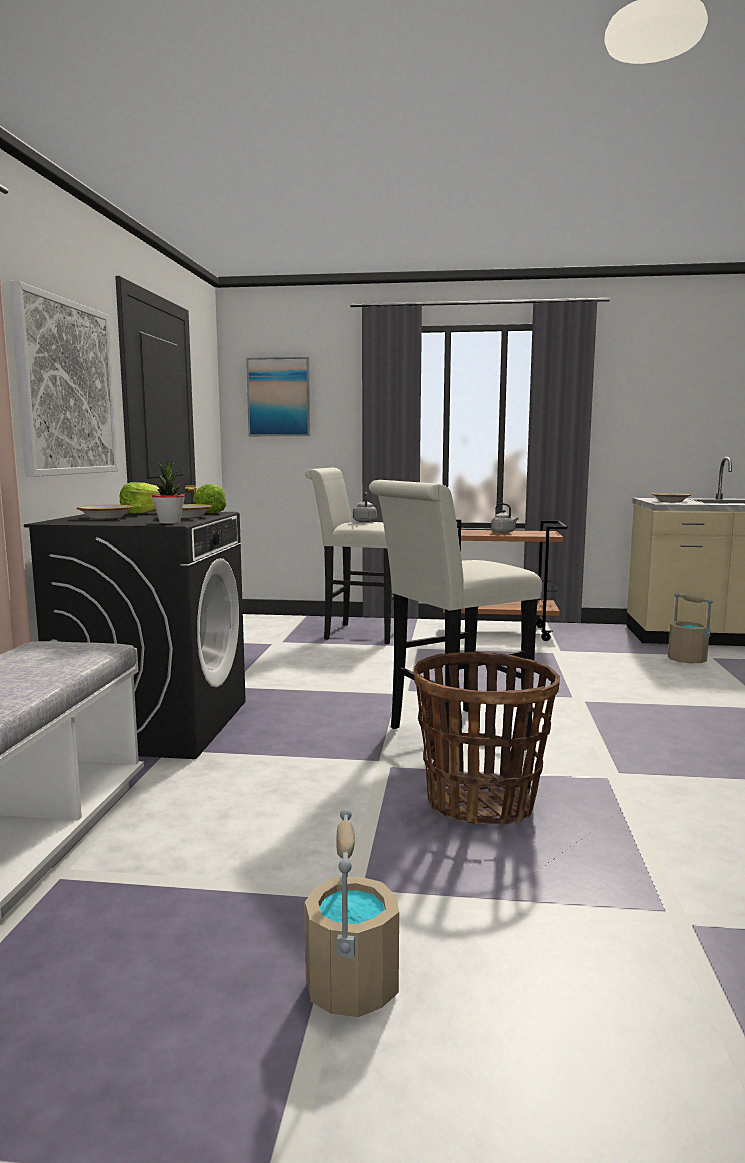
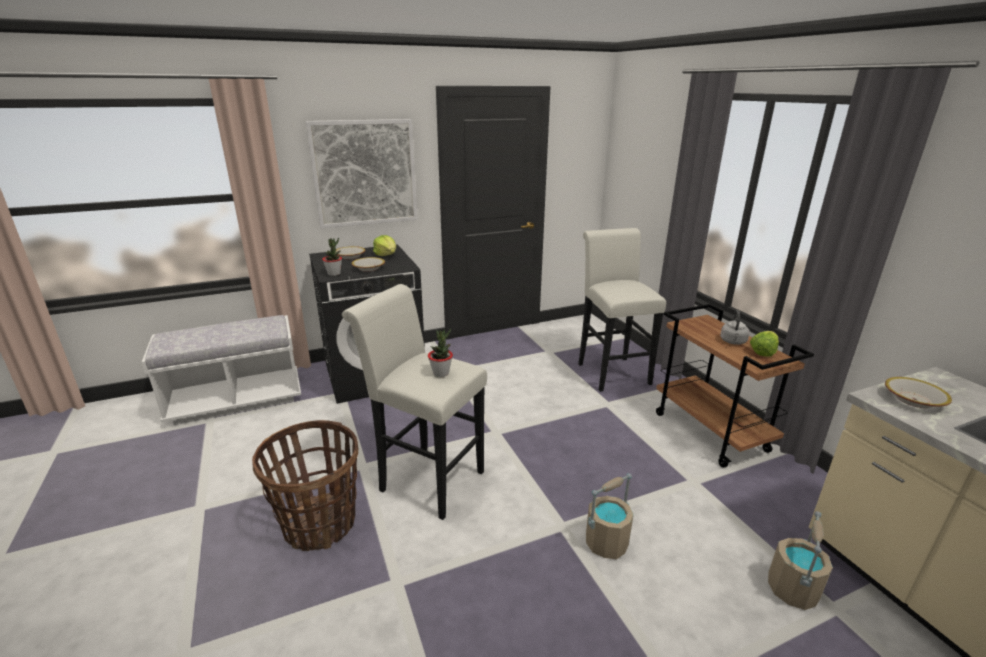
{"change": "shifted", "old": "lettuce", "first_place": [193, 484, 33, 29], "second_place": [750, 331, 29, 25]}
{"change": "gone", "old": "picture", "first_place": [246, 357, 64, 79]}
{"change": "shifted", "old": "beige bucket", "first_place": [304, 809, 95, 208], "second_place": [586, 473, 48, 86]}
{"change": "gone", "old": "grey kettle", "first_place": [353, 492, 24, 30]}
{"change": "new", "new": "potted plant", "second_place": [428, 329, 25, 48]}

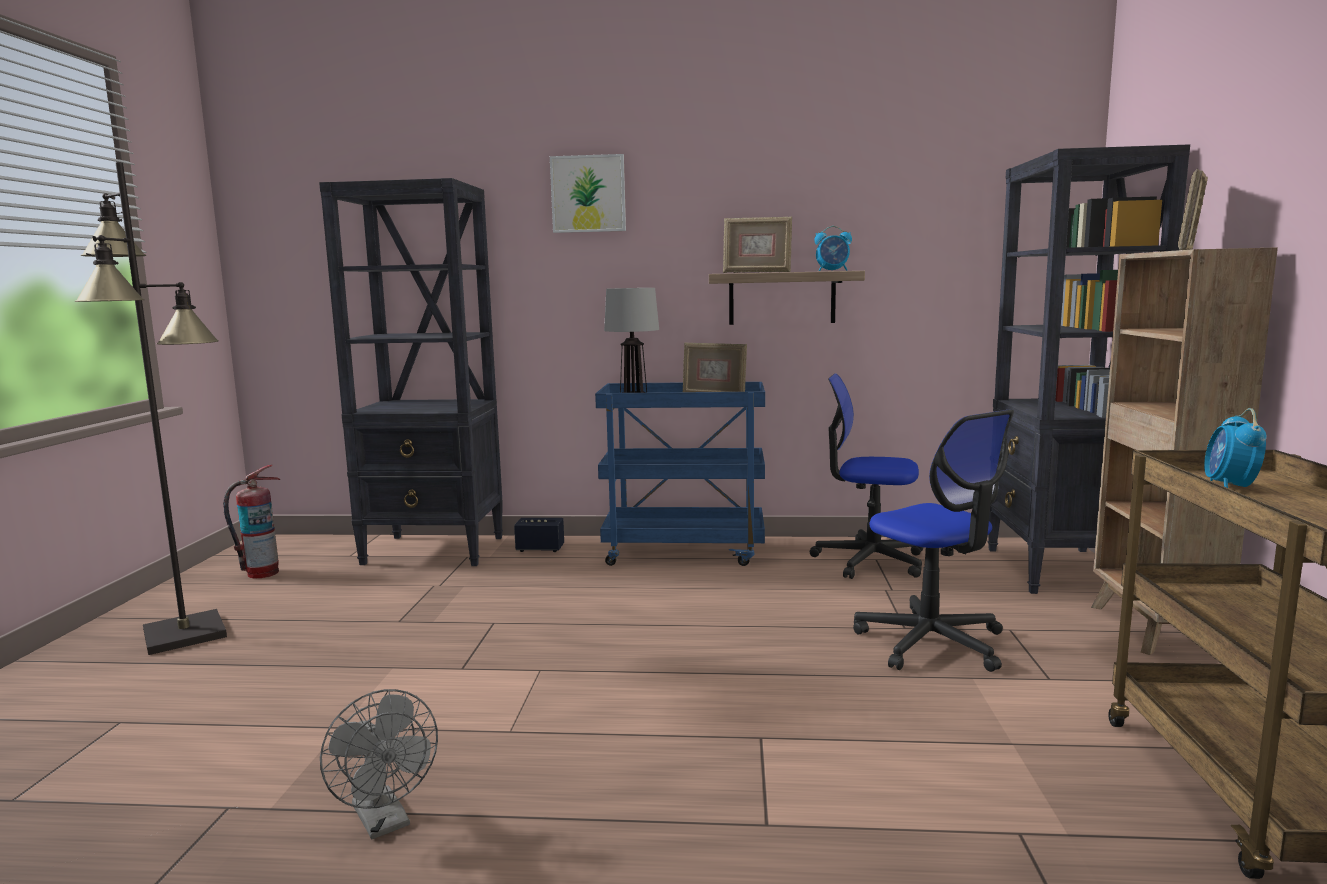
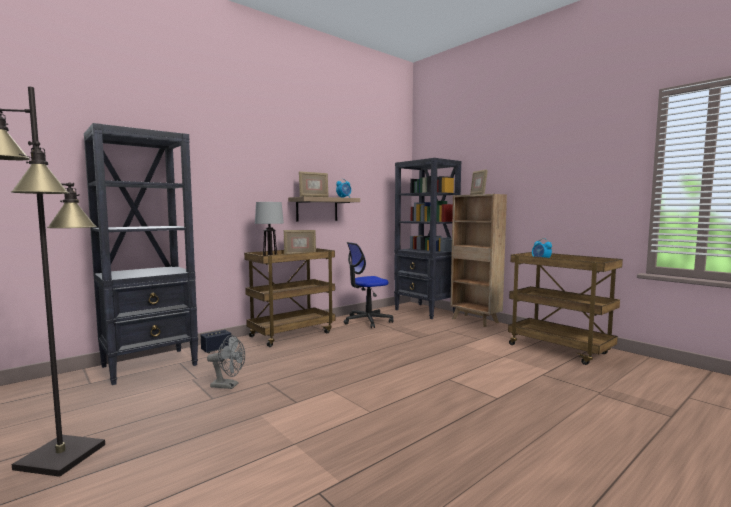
{"change": "gone", "old": "fire extinguisher", "first_place": [223, 465, 57, 113]}
{"change": "shifted", "old": "grey fan", "first_place": [320, 689, 118, 150], "second_place": [207, 335, 38, 54]}
{"change": "gone", "old": "picture", "first_place": [550, 154, 76, 79]}
{"change": "repainted", "old": "blue cart", "new": "brown cart", "first_place": [595, 382, 170, 184], "second_place": [244, 248, 91, 99]}
{"change": "gone", "old": "office chair", "first_place": [853, 410, 161, 262]}

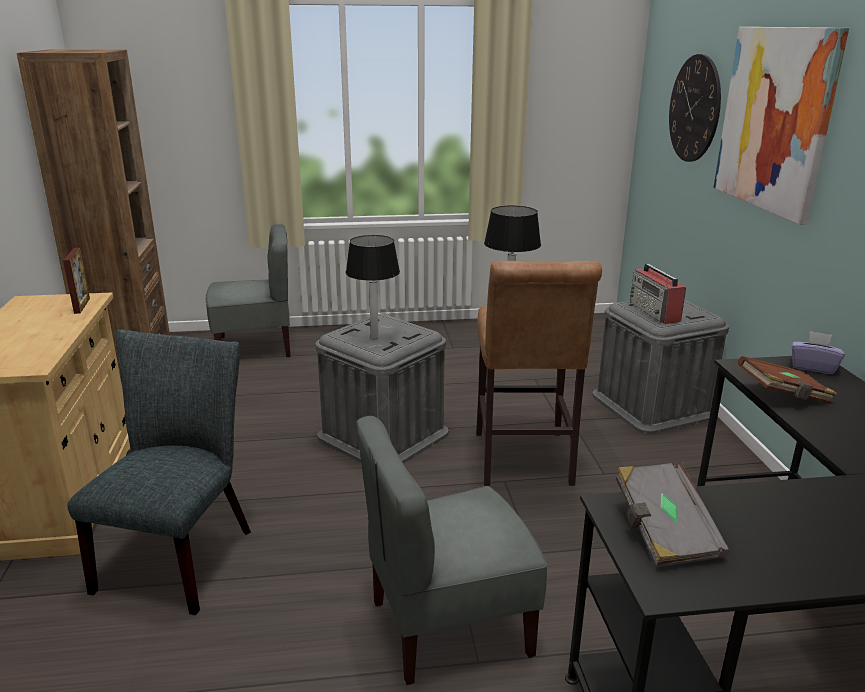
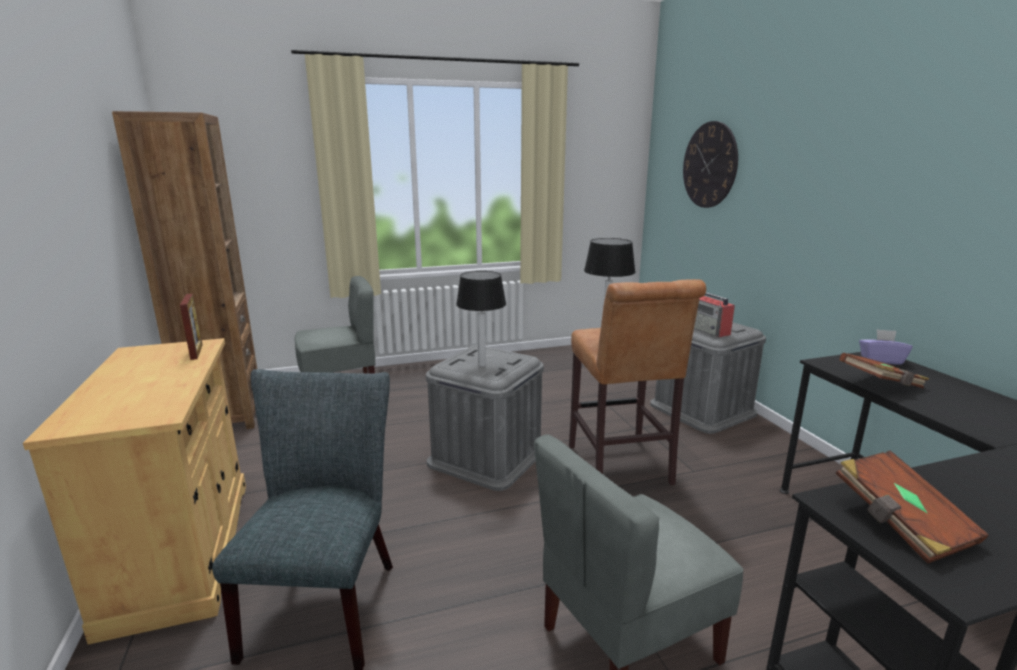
{"change": "repainted", "old": "grey book", "new": "brown book", "first_place": [615, 462, 115, 106], "second_place": [836, 450, 153, 114]}
{"change": "gone", "old": "picture", "first_place": [714, 27, 135, 198]}

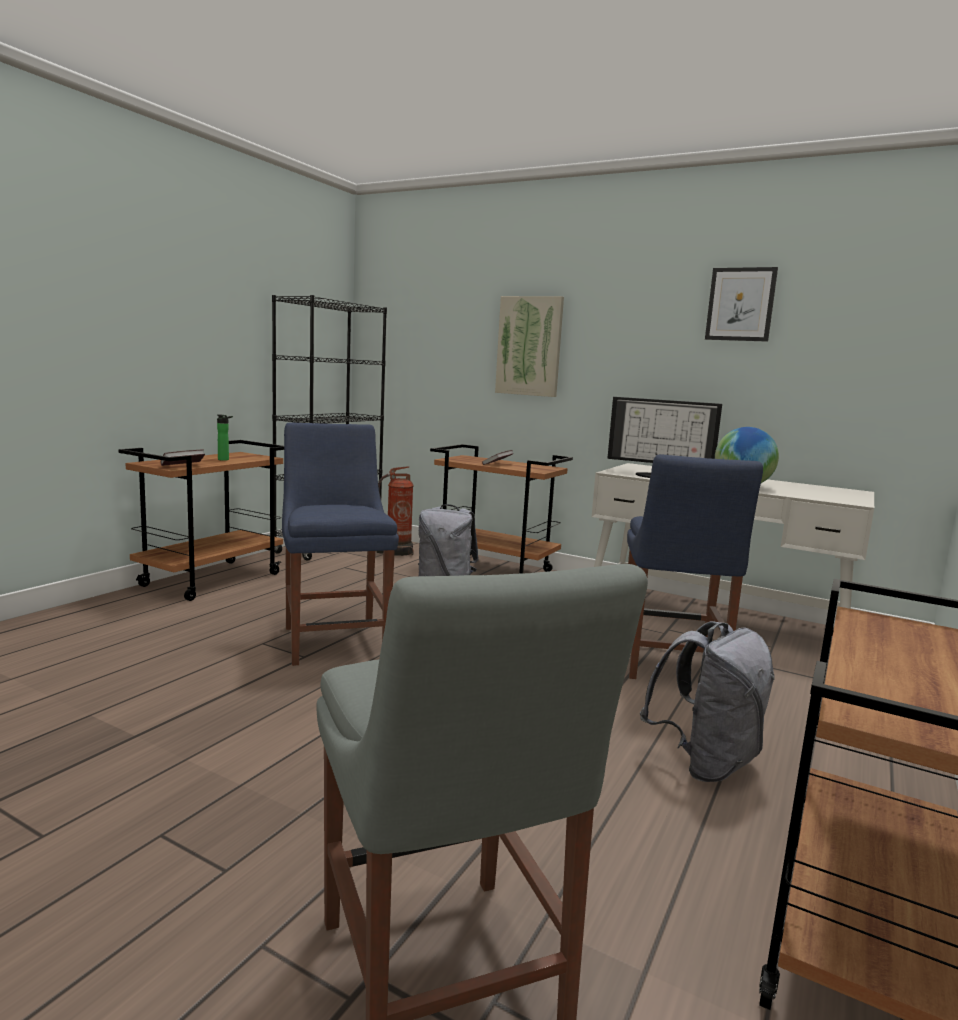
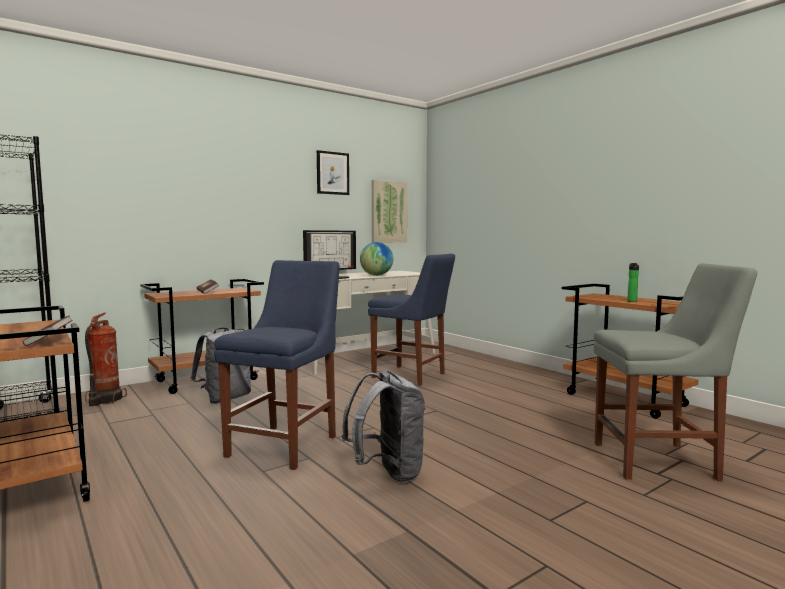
{"change": "shifted", "old": "bottle", "first_place": [217, 415, 16, 46], "second_place": [627, 263, 12, 39]}
{"change": "rotated", "old": "blue chair", "first_place": [282, 422, 117, 244], "second_place": [214, 260, 126, 210], "degrees": 105}
{"change": "shifted", "old": "picture", "first_place": [495, 296, 69, 101], "second_place": [372, 180, 36, 63]}
{"change": "shifted", "old": "grey backpack", "first_place": [640, 621, 135, 161], "second_place": [342, 370, 83, 113]}

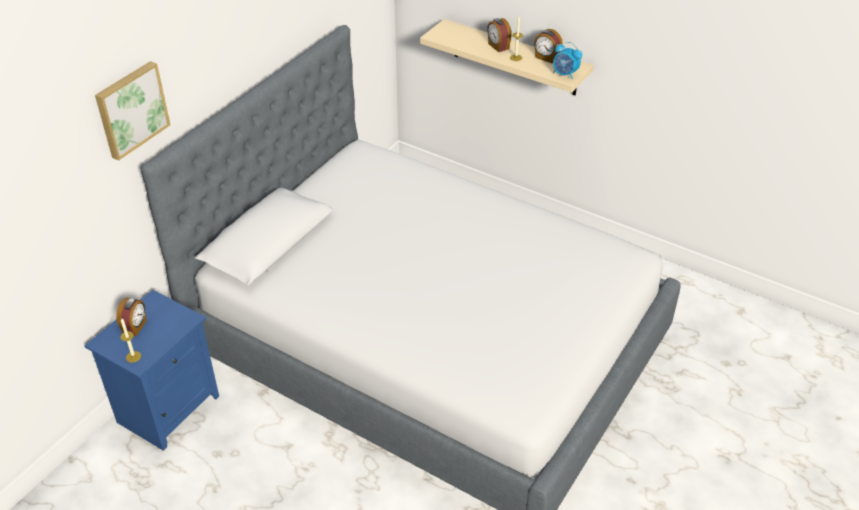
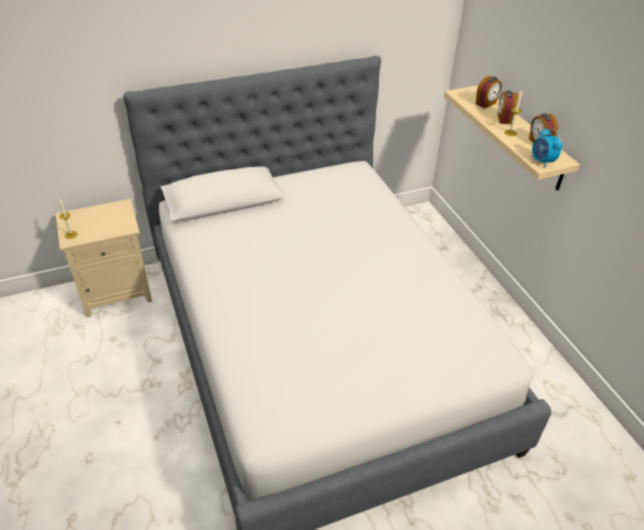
{"change": "repainted", "old": "blue nightstand", "new": "beige nightstand", "first_place": [84, 290, 135, 161], "second_place": [56, 199, 96, 118]}
{"change": "gone", "old": "picture", "first_place": [95, 61, 75, 100]}
{"change": "shifted", "old": "alarm clock", "first_place": [116, 298, 31, 38], "second_place": [476, 76, 26, 33]}

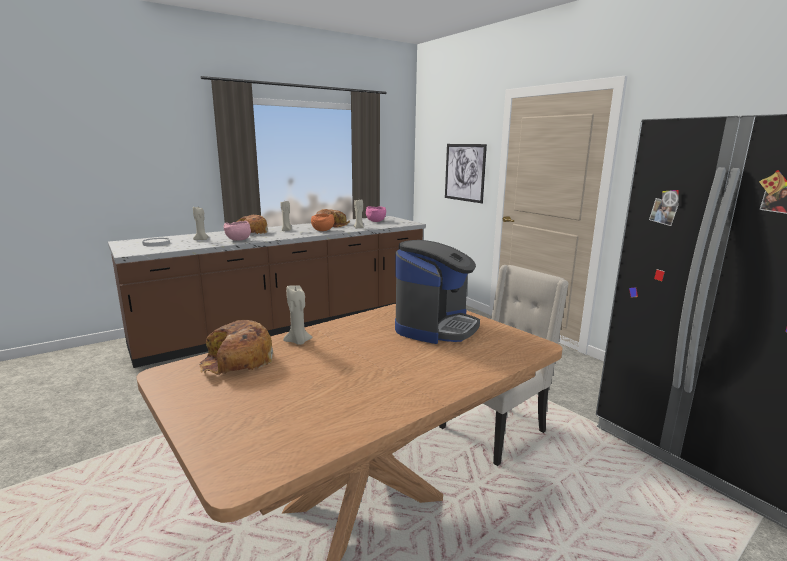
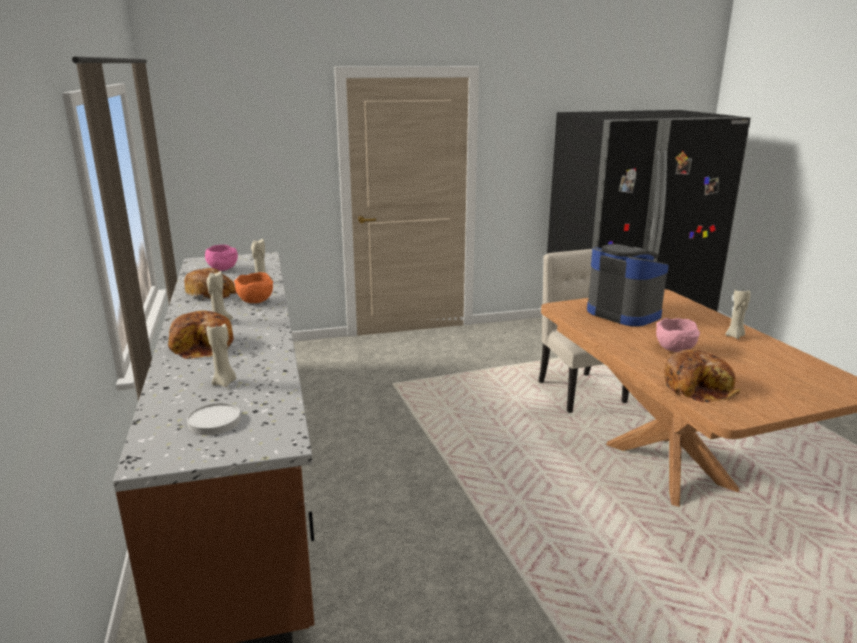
{"change": "shifted", "old": "pink bowl", "first_place": [224, 221, 27, 20], "second_place": [656, 318, 44, 34]}
{"change": "shifted", "old": "beige candle", "first_place": [283, 284, 29, 61], "second_place": [725, 289, 25, 50]}
{"change": "gone", "old": "picture", "first_place": [445, 144, 42, 59]}

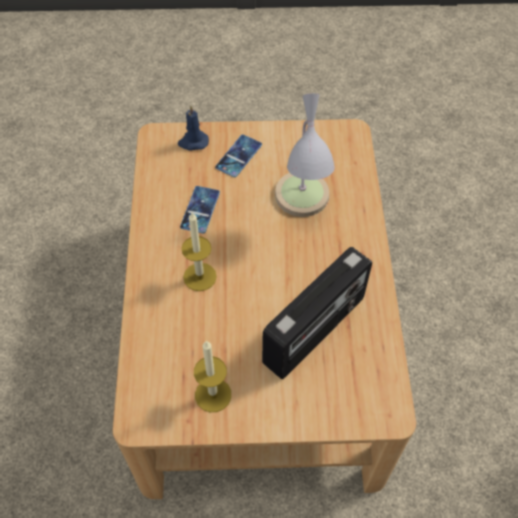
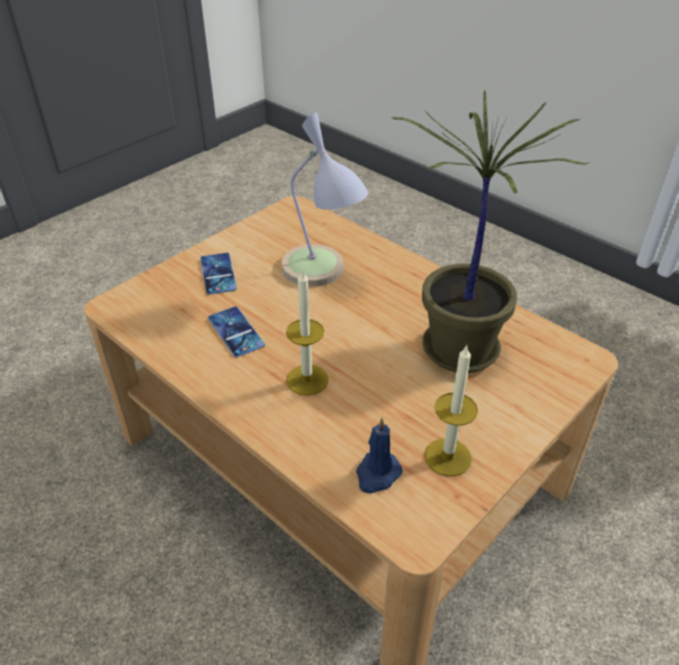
{"change": "shifted", "old": "blue candle", "first_place": [178, 105, 31, 46], "second_place": [356, 418, 46, 75]}
{"change": "swapped", "old": "radio", "new": "potted plant", "first_place": [262, 247, 110, 132], "second_place": [392, 90, 199, 283]}

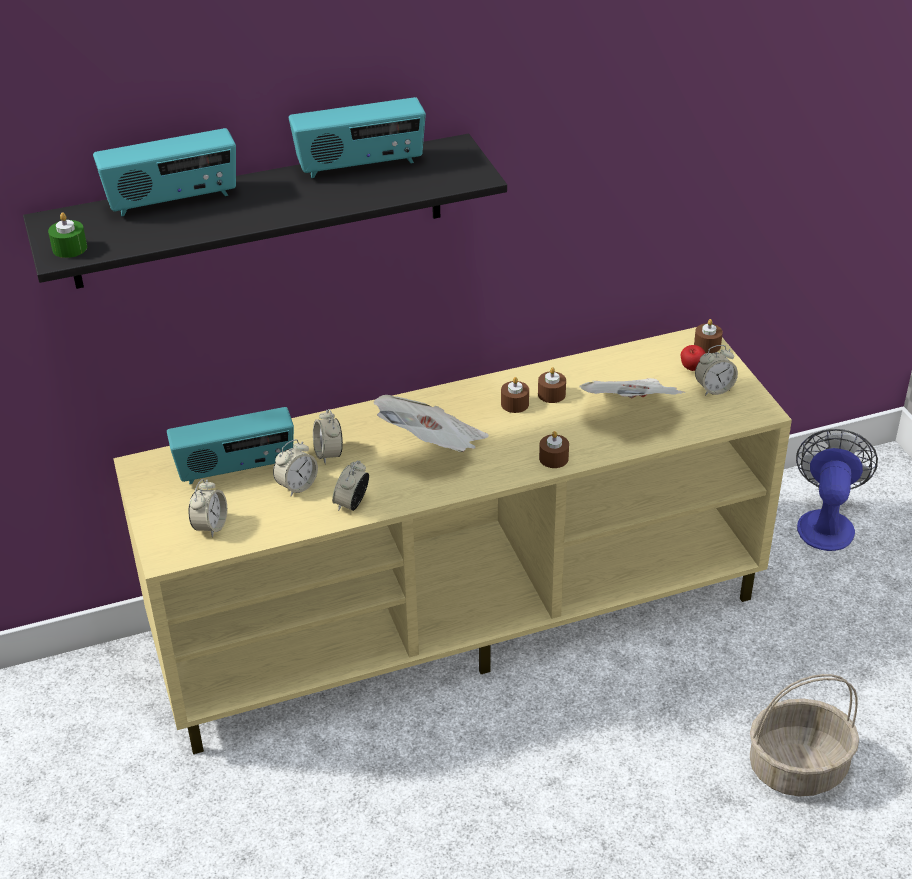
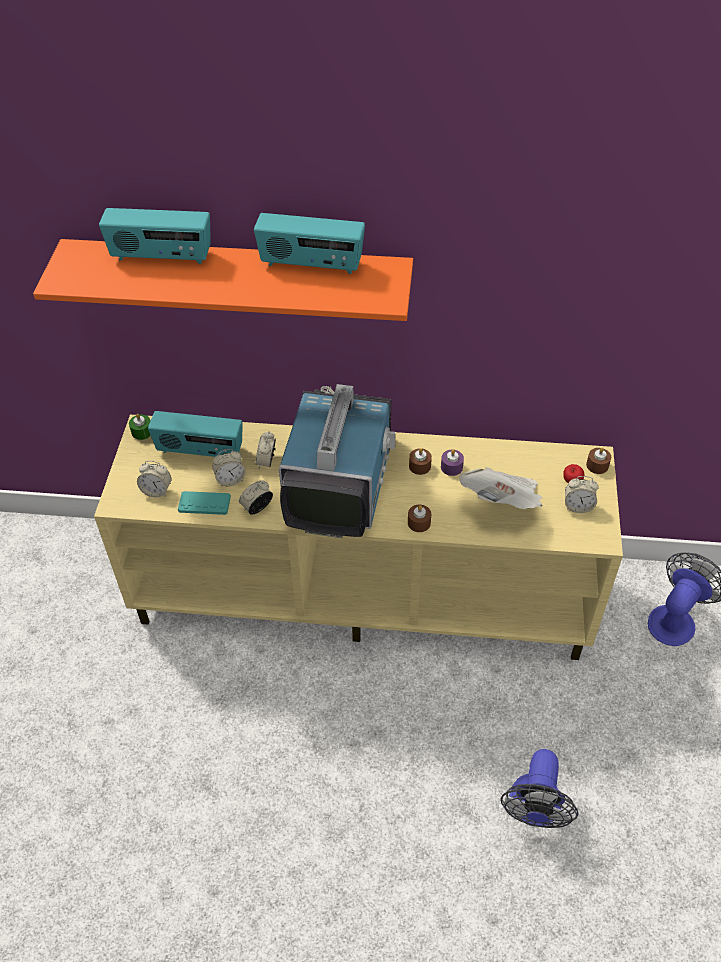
{"change": "repainted", "old": "black shelf", "new": "orange shelf", "first_place": [23, 134, 484, 155], "second_place": [33, 239, 380, 82]}
{"change": "shifted", "old": "green candle", "first_place": [48, 212, 39, 46], "second_place": [129, 414, 22, 26]}
{"change": "rotated", "old": "alarm clock", "first_place": [188, 479, 39, 58], "second_place": [137, 461, 34, 37], "degrees": 60}
{"change": "swapped", "old": "newspaper", "new": "television", "first_place": [373, 395, 116, 57], "second_place": [279, 384, 117, 154]}
{"change": "repainted", "old": "brown candle", "new": "purple candle", "first_place": [538, 367, 28, 36], "second_place": [441, 449, 23, 27]}
{"change": "swapped", "old": "basket", "new": "fan", "first_place": [750, 674, 109, 122], "second_place": [500, 749, 78, 79]}
{"change": "new", "new": "turquoise game controller", "second_place": [178, 491, 53, 24]}

